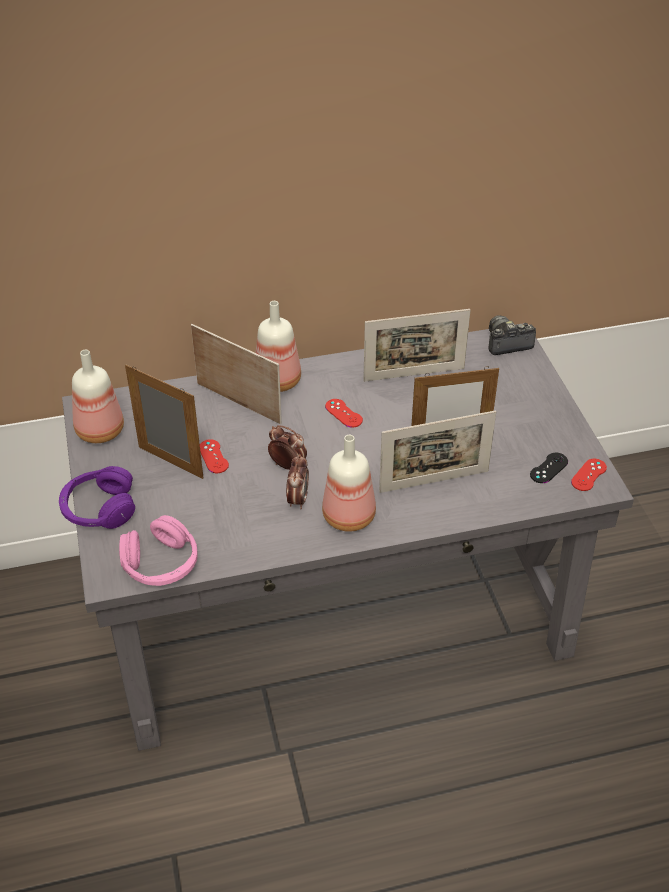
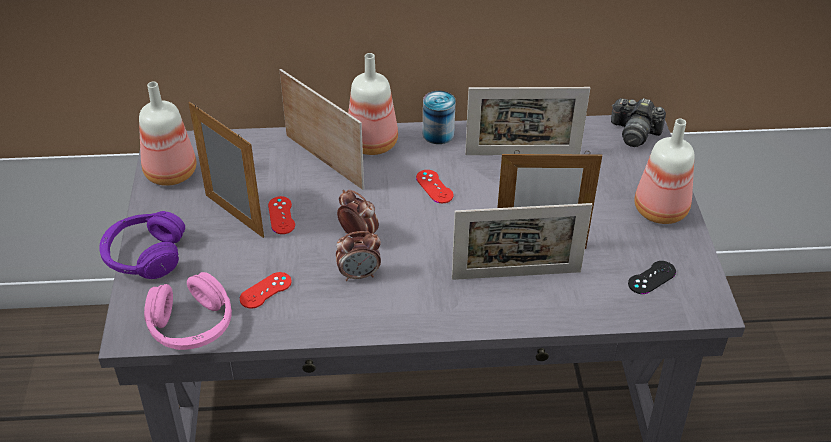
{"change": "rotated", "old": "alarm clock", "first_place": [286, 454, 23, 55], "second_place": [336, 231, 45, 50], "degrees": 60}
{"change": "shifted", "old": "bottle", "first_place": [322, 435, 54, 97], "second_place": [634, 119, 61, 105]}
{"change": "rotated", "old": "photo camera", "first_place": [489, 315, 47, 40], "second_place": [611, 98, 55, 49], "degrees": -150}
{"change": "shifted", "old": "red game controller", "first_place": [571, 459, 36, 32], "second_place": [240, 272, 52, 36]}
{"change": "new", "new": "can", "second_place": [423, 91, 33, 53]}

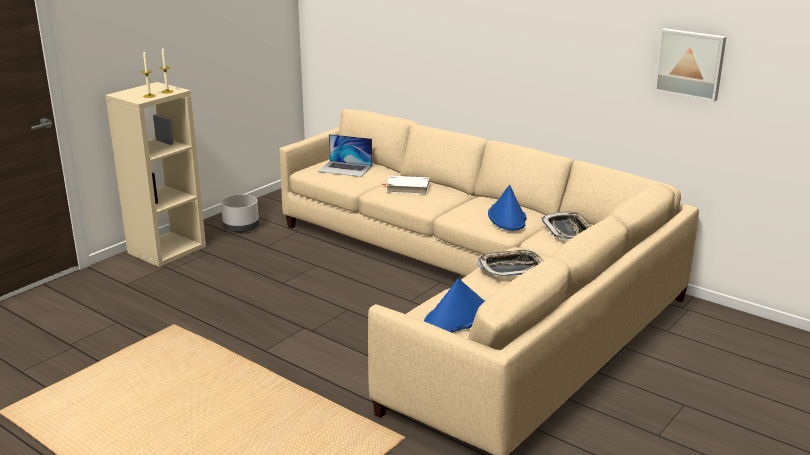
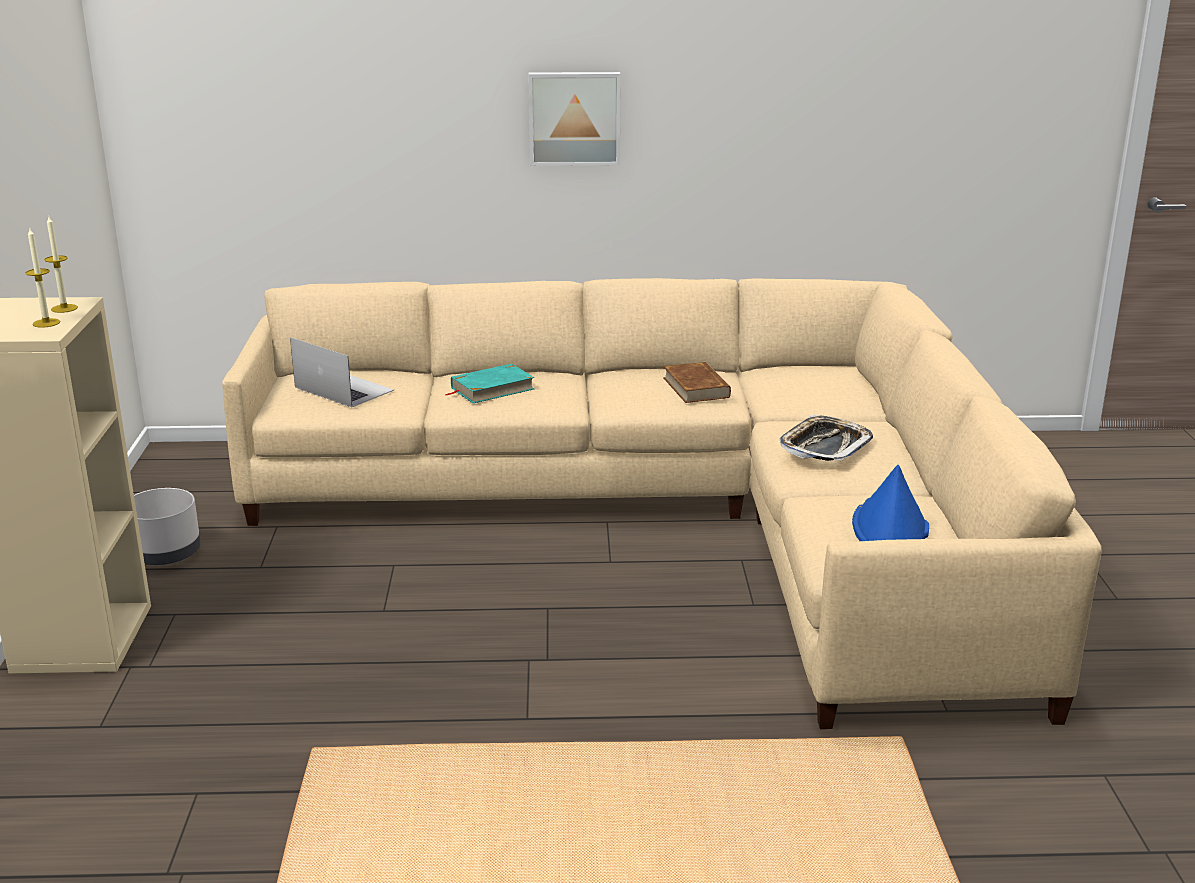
{"change": "rotated", "old": "laptop", "first_place": [318, 134, 54, 43], "second_place": [290, 337, 104, 70], "degrees": -120}
{"change": "repainted", "old": "white book", "new": "turquoise book", "first_place": [382, 176, 48, 18], "second_place": [446, 364, 88, 39]}
{"change": "swapped", "old": "blue hat", "new": "brown book", "first_place": [488, 185, 38, 45], "second_place": [663, 362, 68, 41]}
{"change": "gone", "old": "tray", "first_place": [541, 212, 51, 28]}
{"change": "shifted", "old": "picture", "first_place": [654, 28, 72, 74], "second_place": [528, 72, 93, 94]}

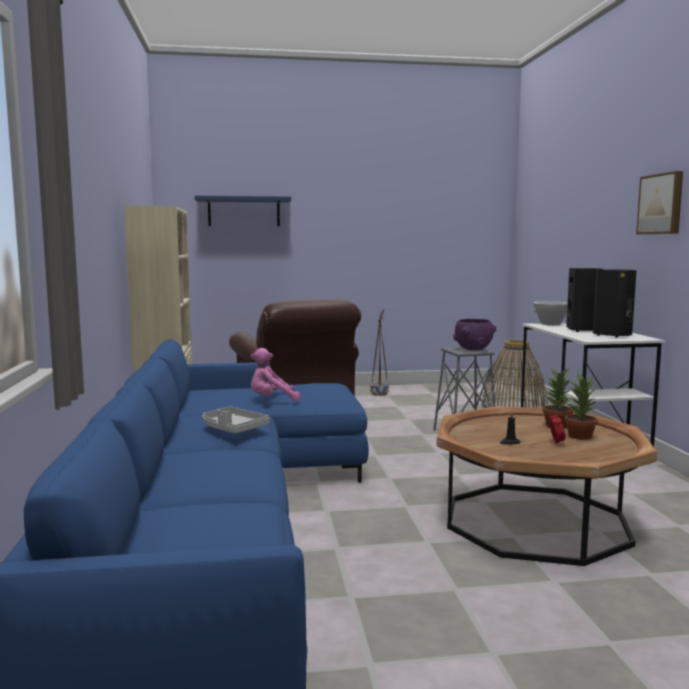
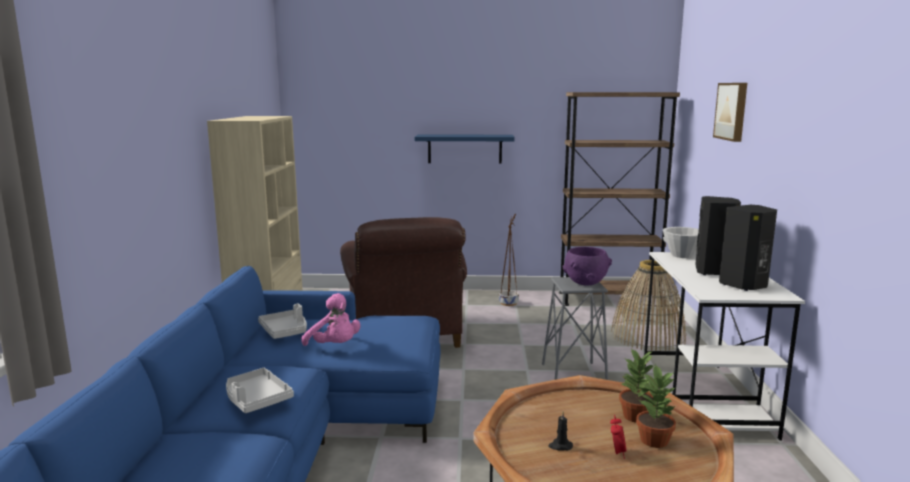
{"change": "shifted", "old": "blue shelf", "first_place": [195, 196, 96, 30], "second_place": [415, 134, 100, 30]}
{"change": "rotated", "old": "pink plush toy", "first_place": [250, 348, 50, 53], "second_place": [301, 293, 59, 53], "degrees": -135}
{"change": "shifted", "old": "picture", "first_place": [636, 171, 47, 63], "second_place": [713, 83, 34, 59]}
{"change": "new", "new": "grey tray", "second_place": [258, 303, 49, 36]}
{"change": "new", "new": "brown bookcase", "second_place": [559, 92, 121, 214]}

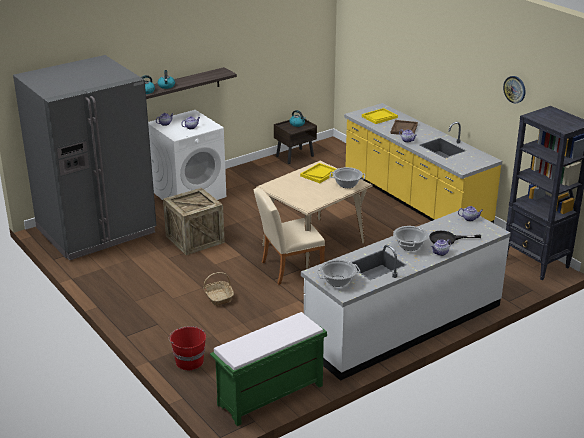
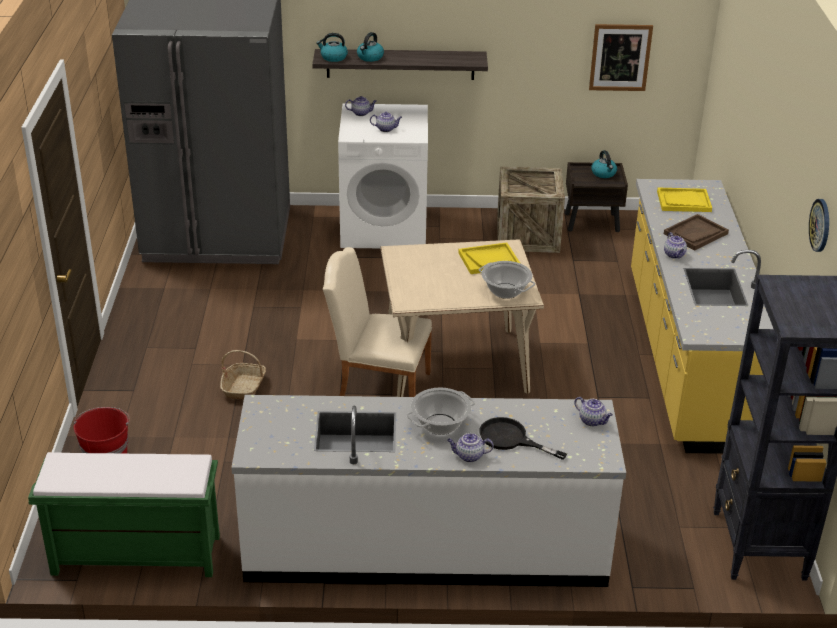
{"change": "shifted", "old": "crate", "first_place": [163, 188, 62, 67], "second_place": [497, 166, 68, 87]}
{"change": "gone", "old": "cooking pot", "first_place": [316, 260, 44, 27]}
{"change": "new", "new": "picture", "second_place": [589, 24, 64, 67]}

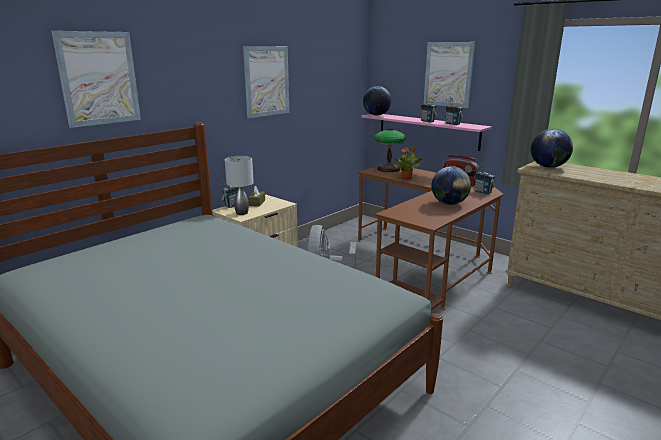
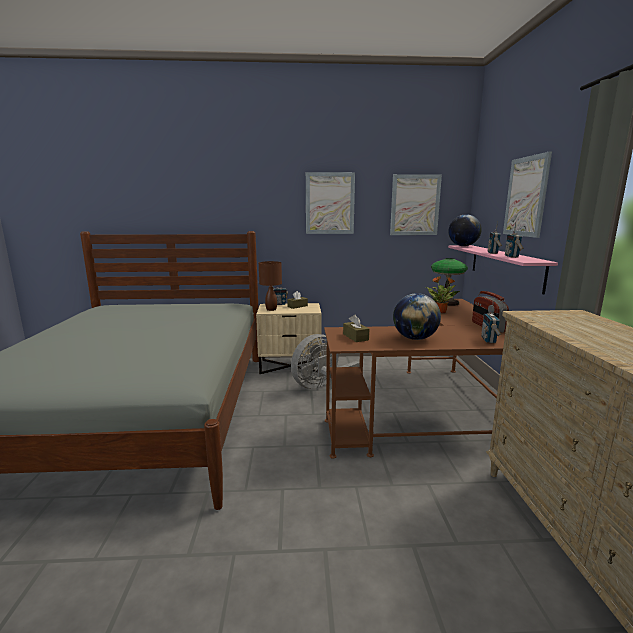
{"change": "shifted", "old": "picture", "first_place": [51, 31, 90, 97], "second_place": [390, 174, 52, 61]}
{"change": "repainted", "old": "grey table lamp", "new": "brown table lamp", "first_place": [225, 156, 29, 59], "second_place": [259, 261, 23, 50]}
{"change": "gone", "old": "globe", "first_place": [531, 129, 42, 39]}
{"change": "new", "new": "brown tissue box", "second_place": [343, 314, 26, 28]}

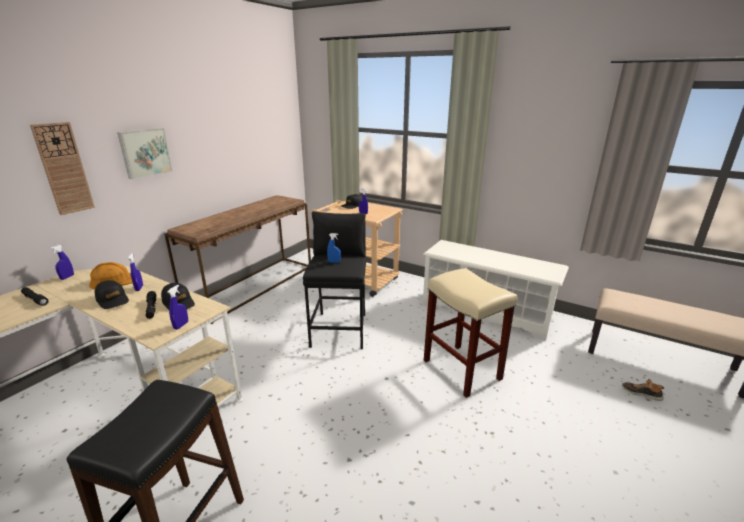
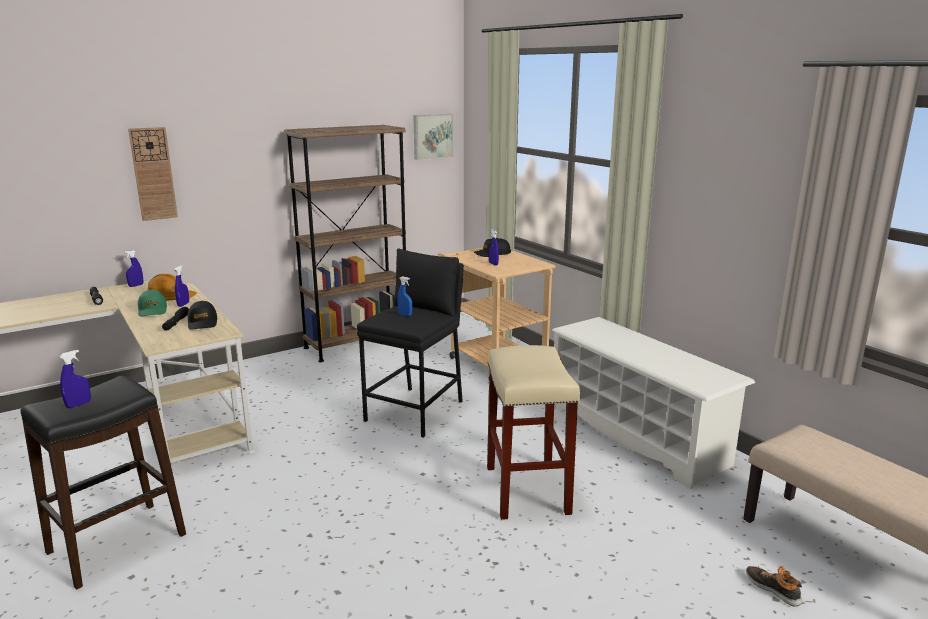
{"change": "repainted", "old": "black cap", "new": "green cap", "first_place": [95, 280, 34, 29], "second_place": [138, 290, 29, 27]}
{"change": "shifted", "old": "picture", "first_place": [117, 128, 55, 51], "second_place": [413, 114, 40, 46]}
{"change": "swapped", "old": "brown console table", "new": "brown bookcase", "first_place": [164, 195, 147, 129], "second_place": [284, 125, 122, 237]}
{"change": "shifted", "old": "blue spray bottle", "first_place": [168, 285, 20, 45], "second_place": [59, 350, 32, 58]}

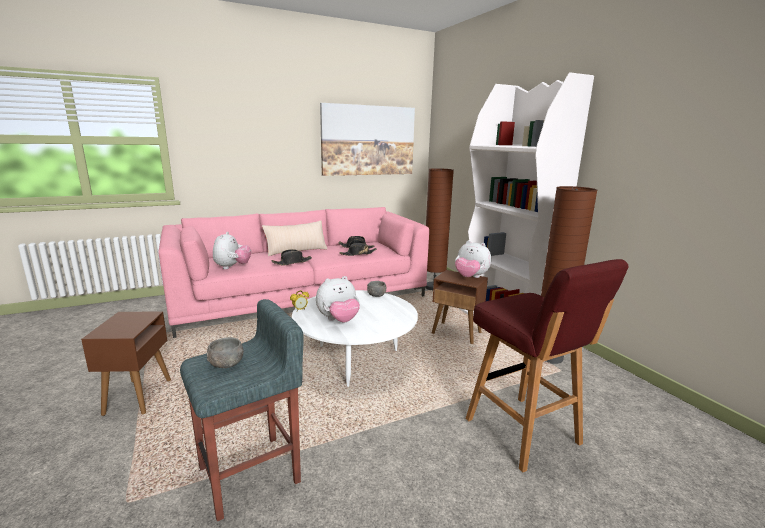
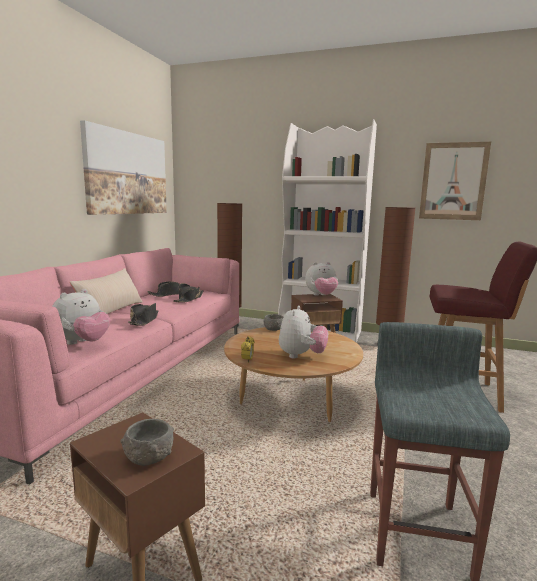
{"change": "shifted", "old": "grey bowl", "first_place": [207, 337, 37, 31], "second_place": [120, 419, 54, 47]}
{"change": "rotated", "old": "plush toy", "first_place": [213, 232, 38, 37], "second_place": [52, 289, 58, 56], "degrees": 75}
{"change": "repainted", "old": "white coffee table", "new": "brown coffee table", "first_place": [292, 290, 126, 97], "second_place": [224, 327, 139, 95]}
{"change": "new", "new": "picture", "second_place": [419, 142, 72, 78]}

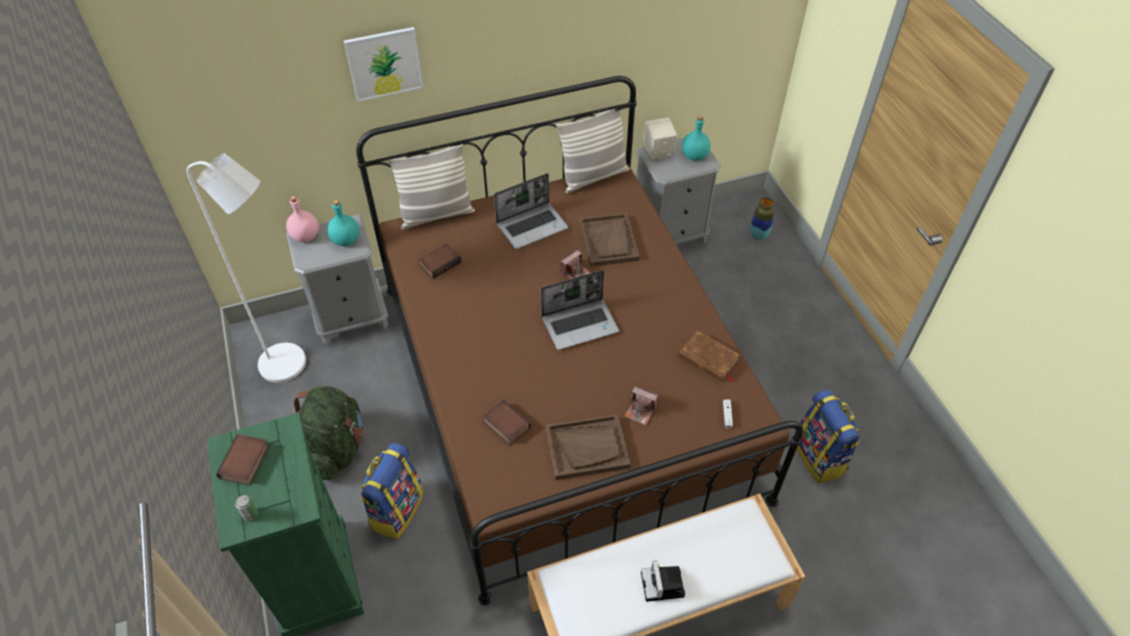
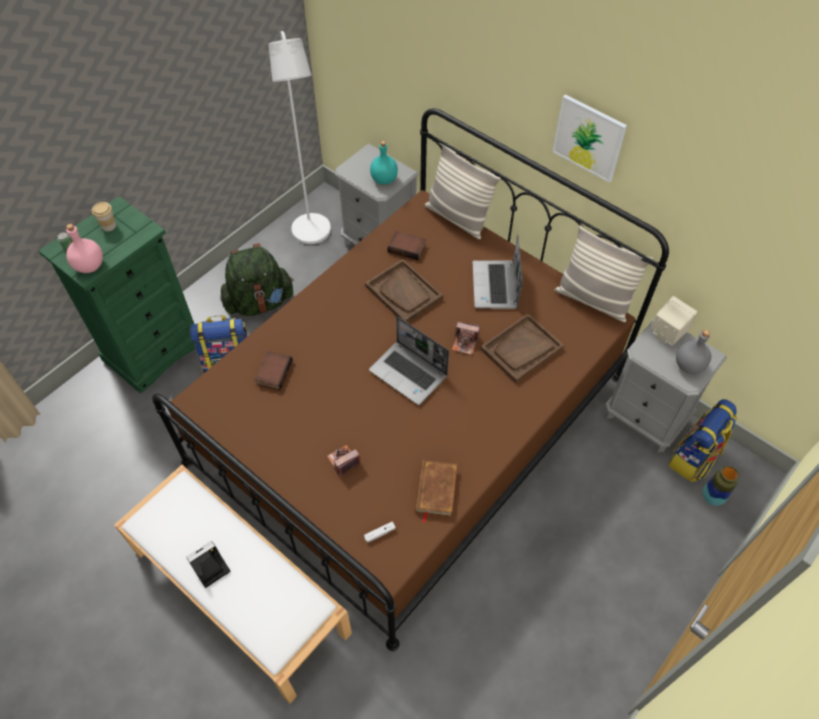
{"change": "swapped", "old": "book", "new": "cup", "first_place": [216, 434, 54, 51], "second_place": [92, 202, 24, 29]}
{"change": "shifted", "old": "pink bottle", "first_place": [286, 196, 33, 46], "second_place": [66, 224, 37, 49]}
{"change": "shifted", "old": "picture", "first_place": [344, 27, 80, 75], "second_place": [552, 94, 75, 88]}
{"change": "rotated", "old": "laptop", "first_place": [494, 173, 74, 76], "second_place": [473, 234, 50, 75], "degrees": 60}
{"change": "shifted", "old": "brown tray", "first_place": [545, 414, 86, 66], "second_place": [365, 259, 78, 64]}
{"change": "rotated", "old": "photo camera", "first_place": [624, 386, 35, 40], "second_place": [327, 445, 34, 32], "degrees": 60}
{"change": "repainted", "old": "turquoise bottle", "new": "grey bottle", "first_place": [682, 115, 28, 46], "second_place": [676, 330, 35, 44]}
{"change": "shifted", "old": "backpack", "first_place": [797, 390, 63, 93], "second_place": [668, 399, 69, 83]}

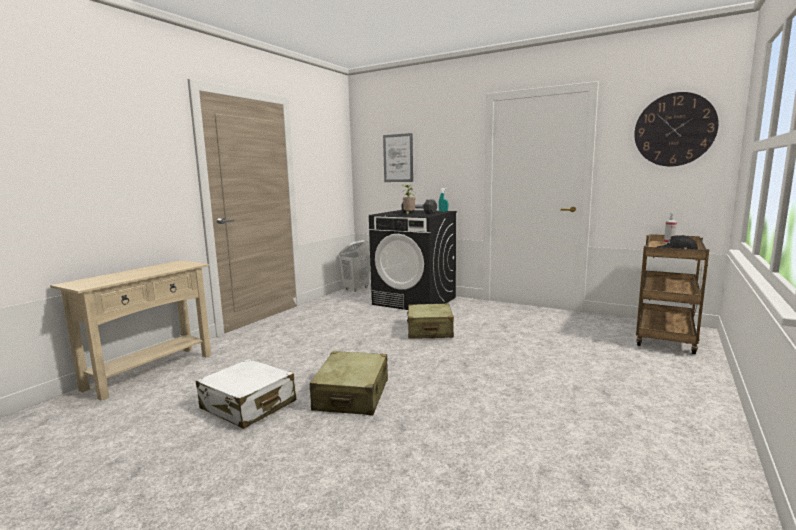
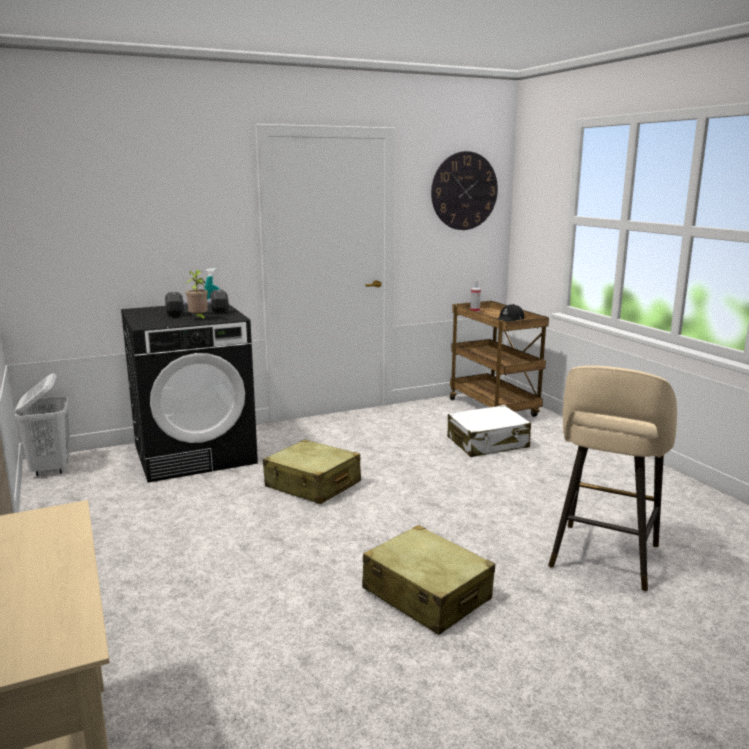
{"change": "shifted", "old": "white suitcase", "first_place": [196, 359, 100, 70], "second_place": [447, 405, 84, 52]}
{"change": "gone", "old": "picture", "first_place": [383, 133, 30, 49]}
{"change": "new", "new": "beige stool", "second_place": [548, 366, 129, 225]}

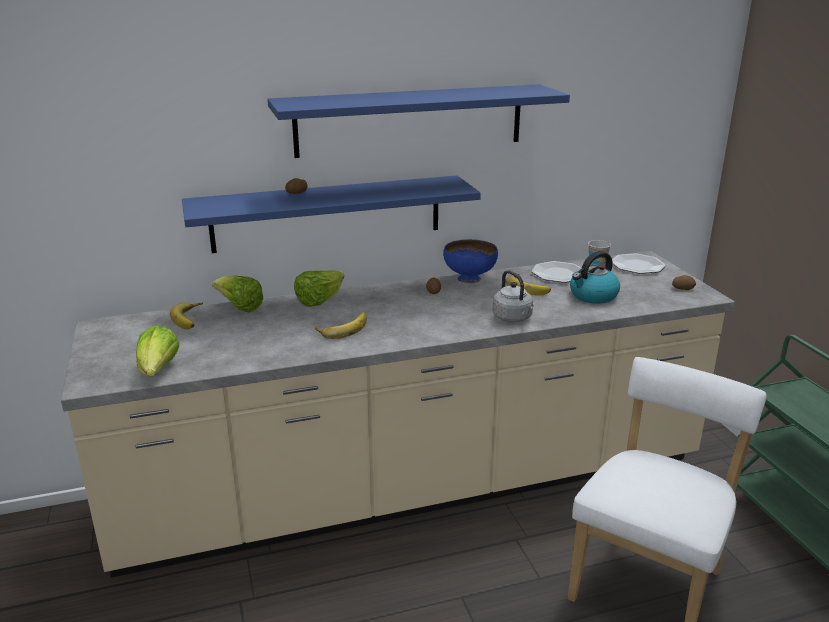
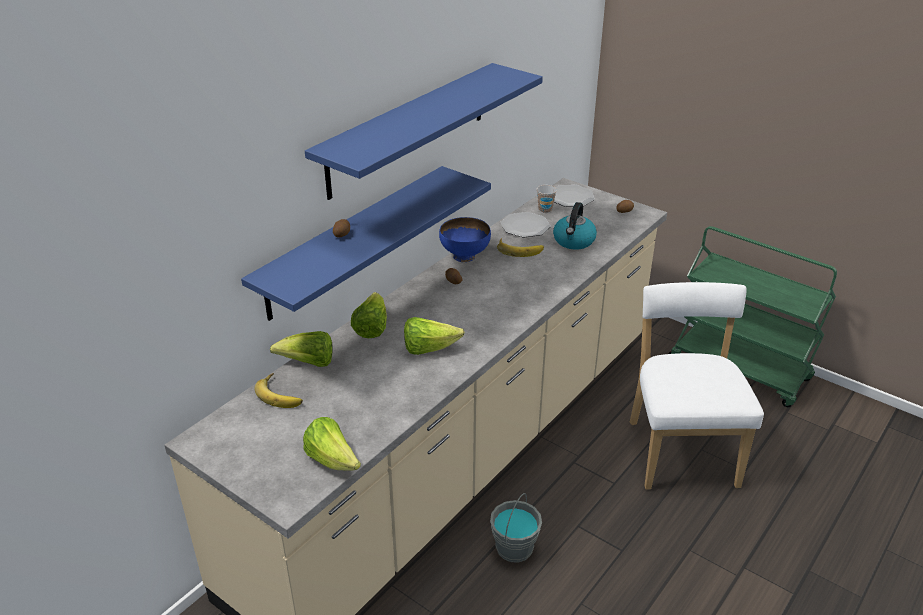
{"change": "swapped", "old": "banana", "new": "lettuce", "first_place": [315, 312, 52, 27], "second_place": [404, 317, 60, 38]}
{"change": "gone", "old": "grey kettle", "first_place": [492, 270, 42, 52]}
{"change": "new", "new": "grey bucket", "second_place": [490, 493, 52, 69]}

